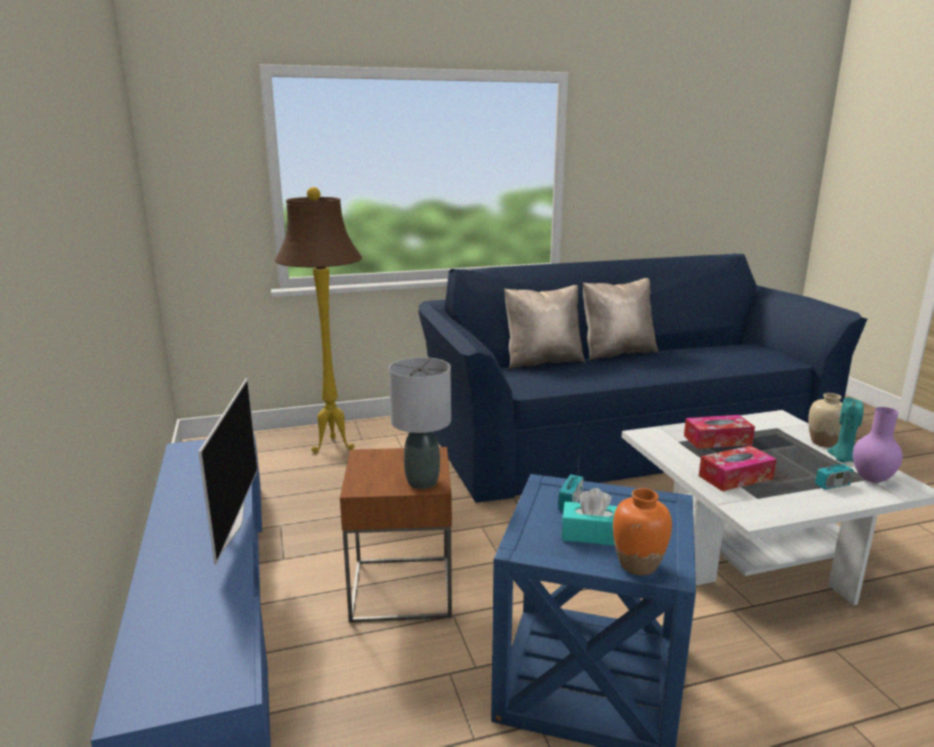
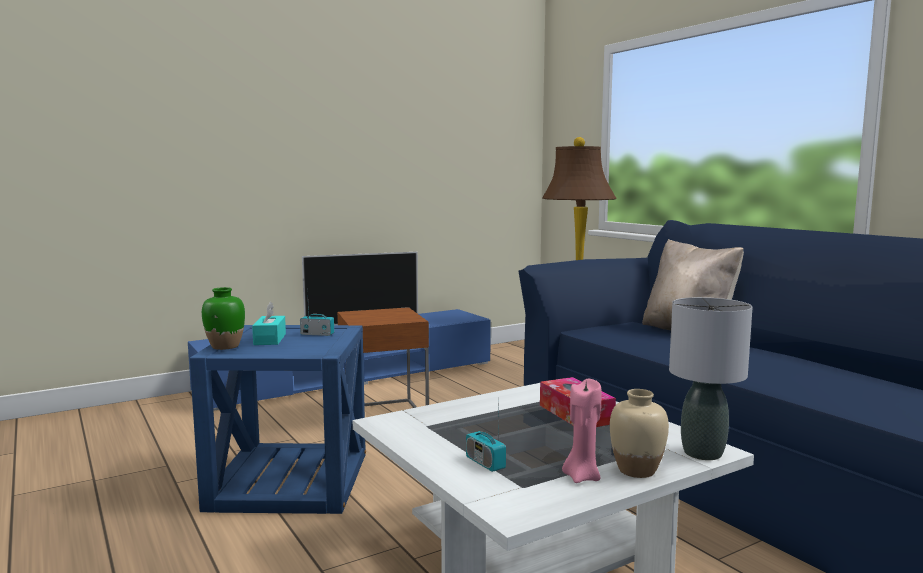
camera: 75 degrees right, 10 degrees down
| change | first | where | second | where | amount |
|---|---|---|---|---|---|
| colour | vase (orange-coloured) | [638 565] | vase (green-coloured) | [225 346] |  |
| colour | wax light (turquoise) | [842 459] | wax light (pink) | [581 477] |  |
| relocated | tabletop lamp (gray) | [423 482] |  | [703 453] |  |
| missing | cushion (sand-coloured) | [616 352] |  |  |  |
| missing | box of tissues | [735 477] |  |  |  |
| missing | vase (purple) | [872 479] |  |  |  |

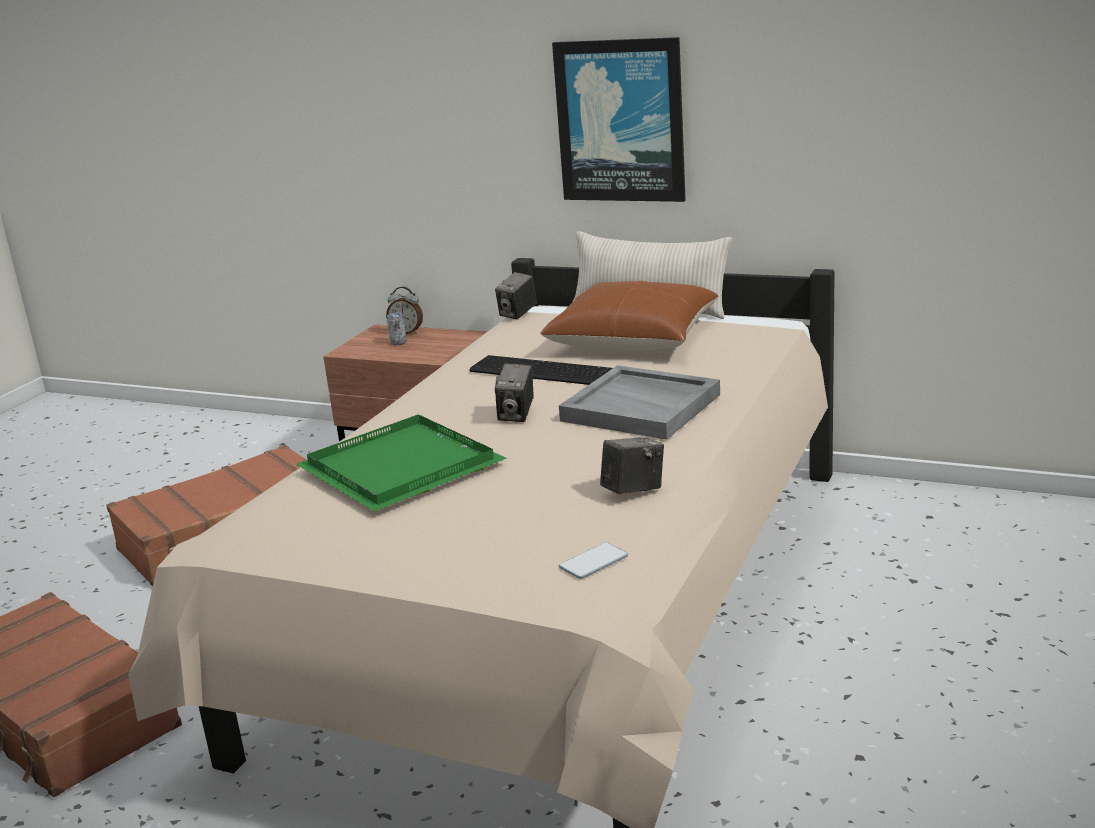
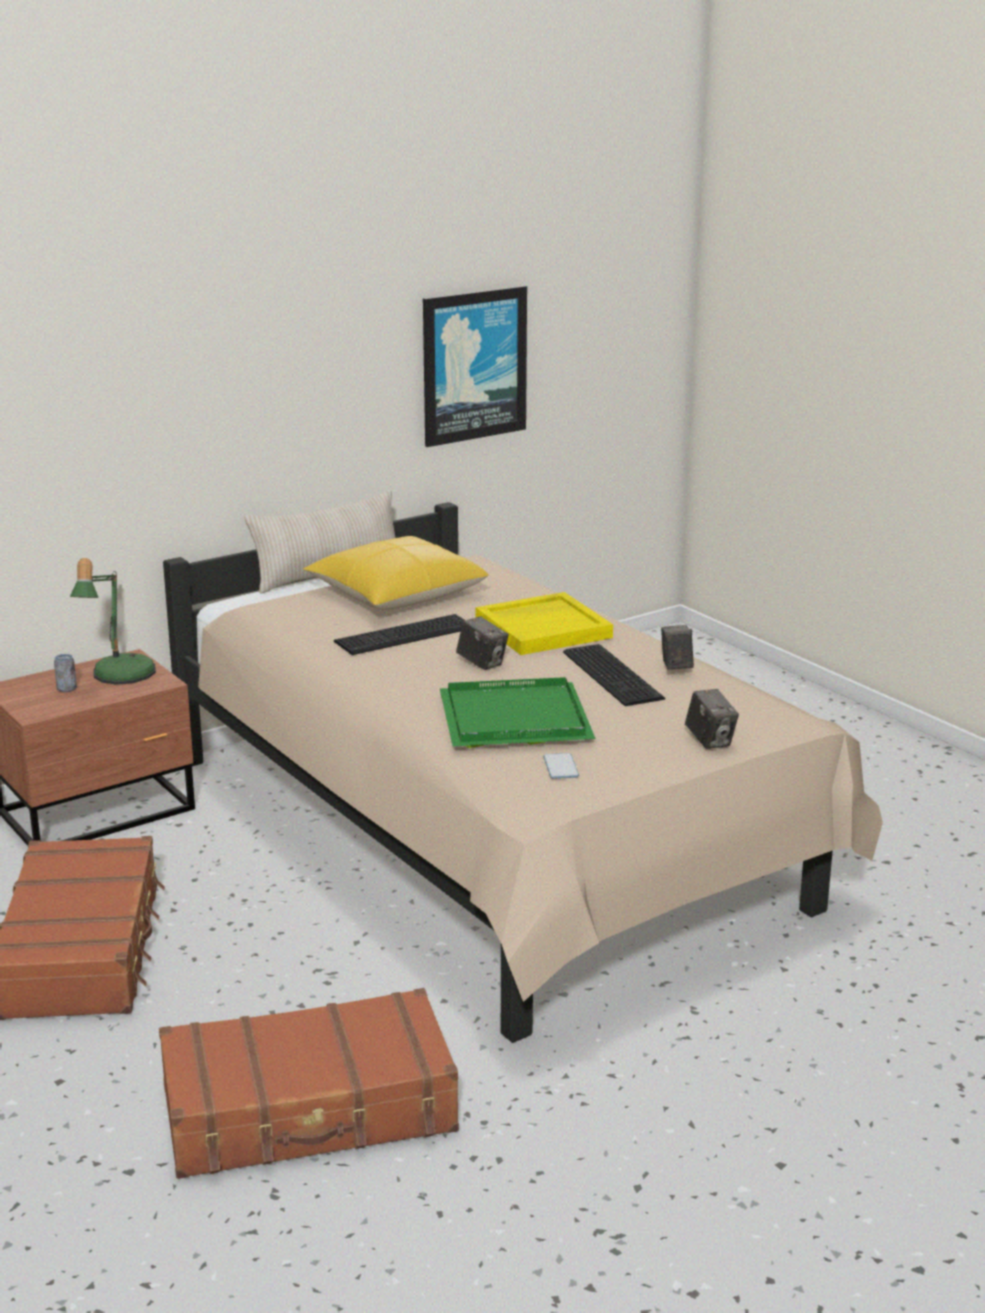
camera: 60 degrees left, 0 degrees up
| change | first | where | second | where | amount |
|---|---|---|---|---|---|
| appeared |  |  | tabletop lamp | [119 677] |  |
| colour | cushion (brownish) | [633 338] | cushion (yellow) | [396 594] |  |
| relocated | wall picture | [620 121] |  | [473 365] |  |
| colour | serving tray (gray) | [642 407] | serving tray (yellow) | [543 628] |  |
| relocated | phone | [593 562] |  | [560 767] |  |
| appeared |  |  | keyboard | [614 674] |  |
| relocated | photo camera | [518 314] |  | [710 741] |  |
| missing | alarm clock | [407 332] |  |  |  |

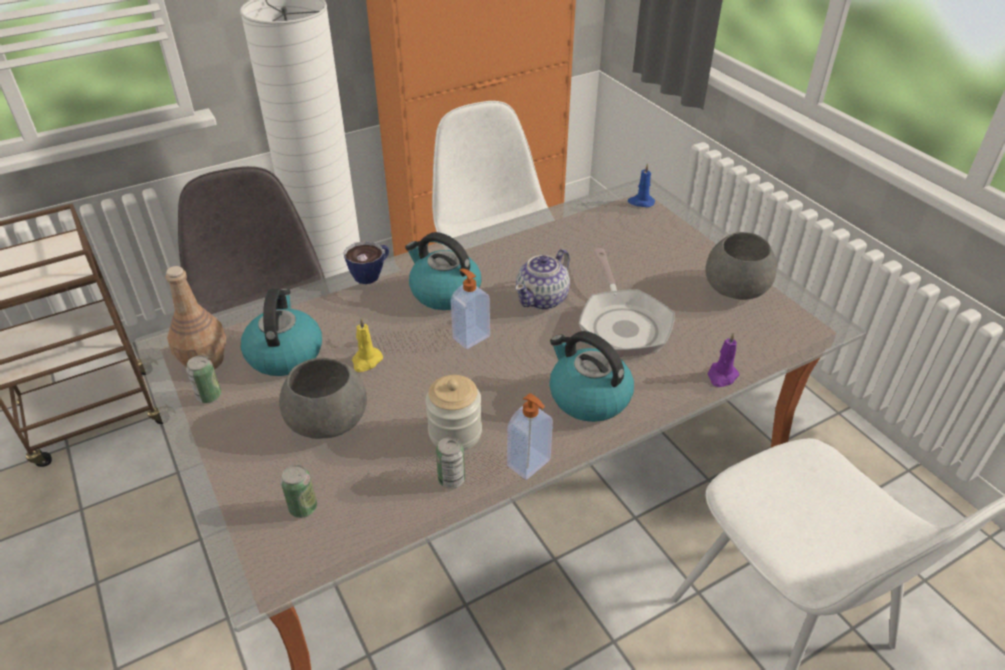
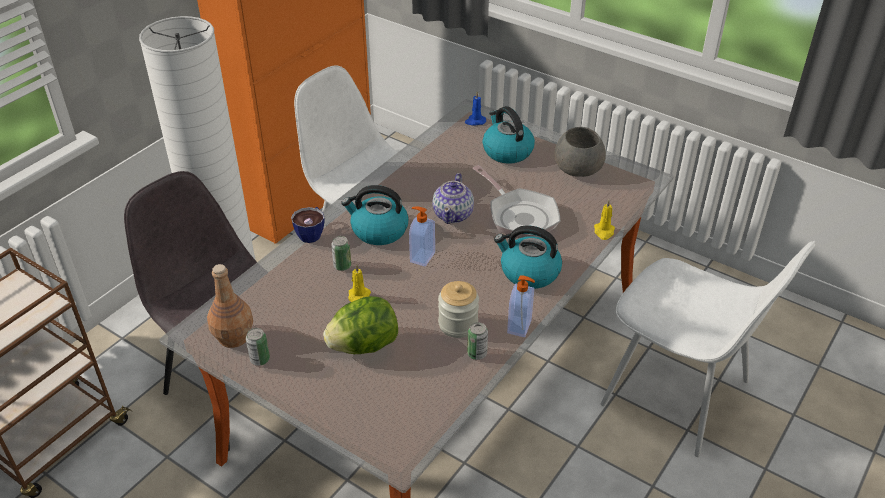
camera: 25 degrees left, 0 degrees up
| change | first | where | second | where | amount |
|---|---|---|---|---|---|
| exchanged | serving bowl (gray) | [329 420] | lettuce head | [364 345] |  |
| relocated | metal can | [303 508] |  | [342 266] |  |
| relocated | kettle | [284 353] |  | [507 151] |  |
| colour | wax light (purple) | [721 376] | wax light (yellow) | [604 232] |  |

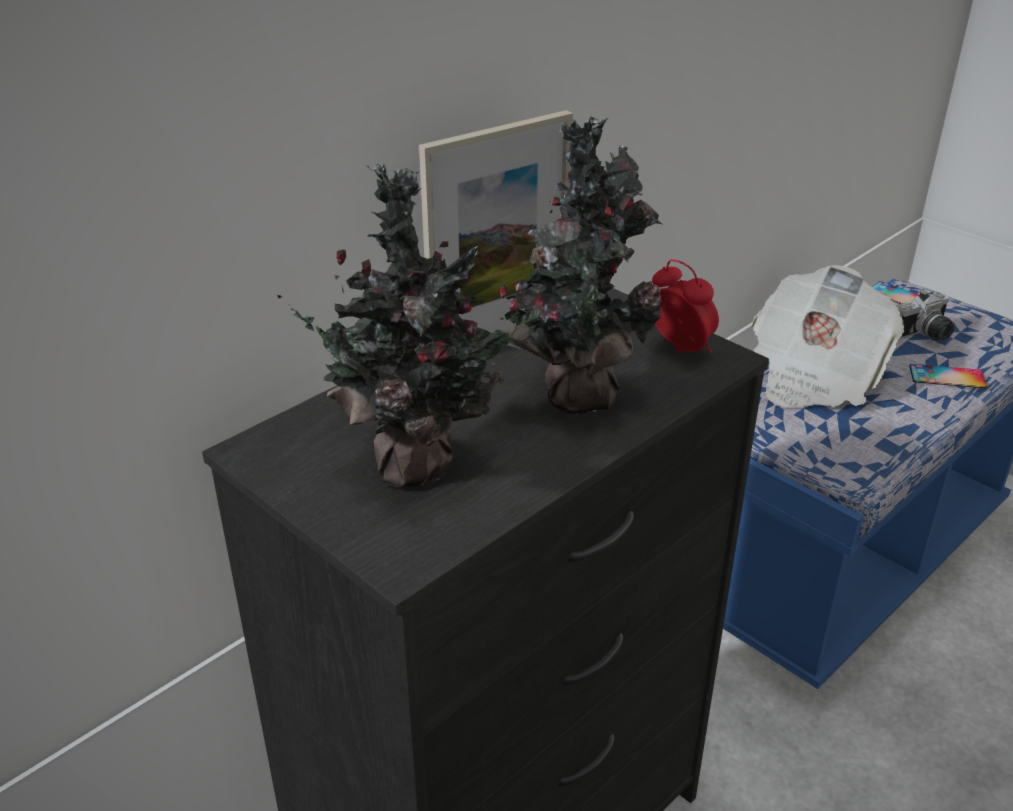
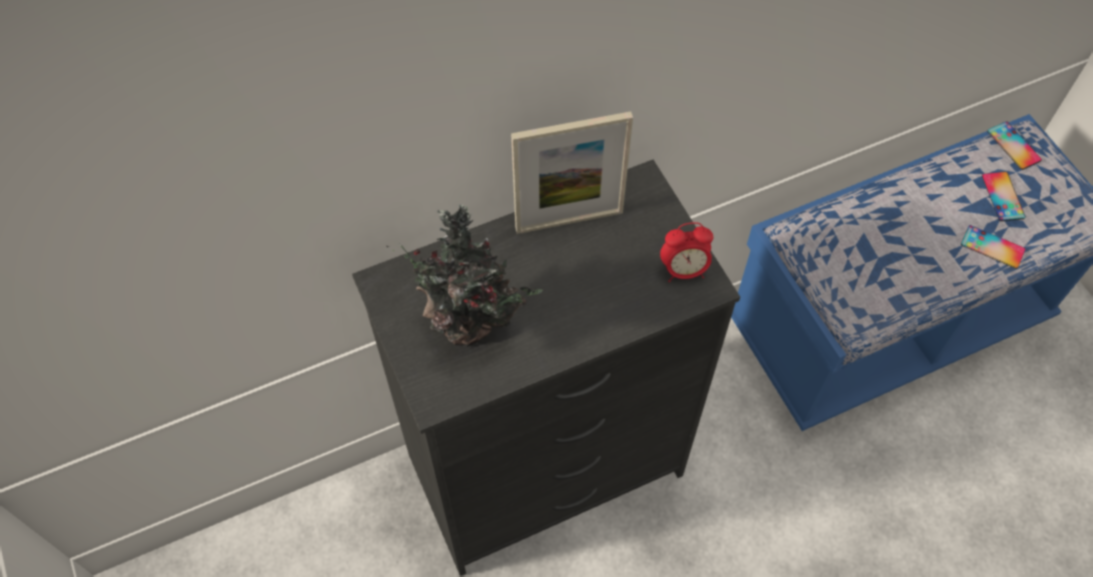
camera: 20 degrees right, 25 degrees up
| change | first | where | second | where | amount |
|---|---|---|---|---|---|
| spun | alarm clock | [680 350] |  | [684 270] | 105 degrees clockwise |
| exchanged | photo camera | [924 336] | phone | [1003 196] |  |
| missing | potted plant | [576 393] |  |  |  |
| missing | printed paper | [814 373] |  |  |  |

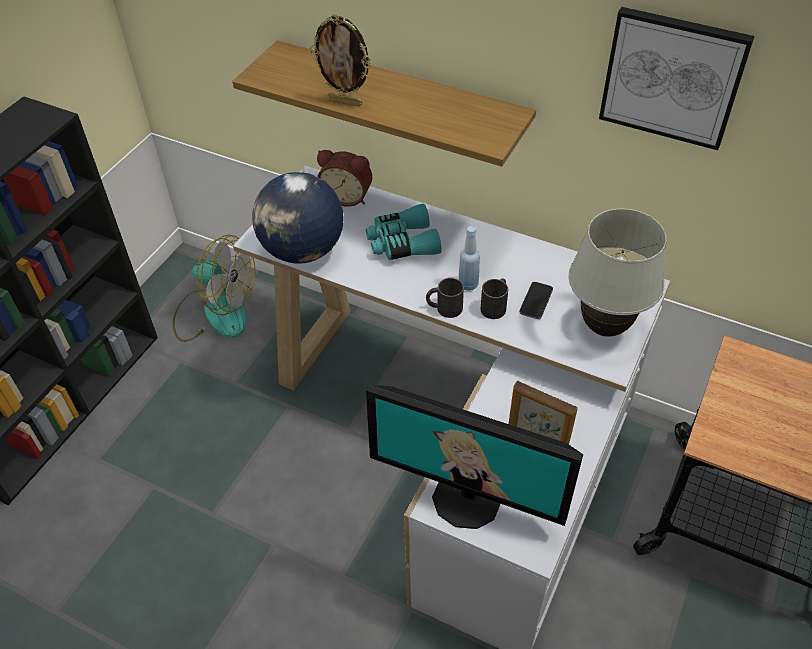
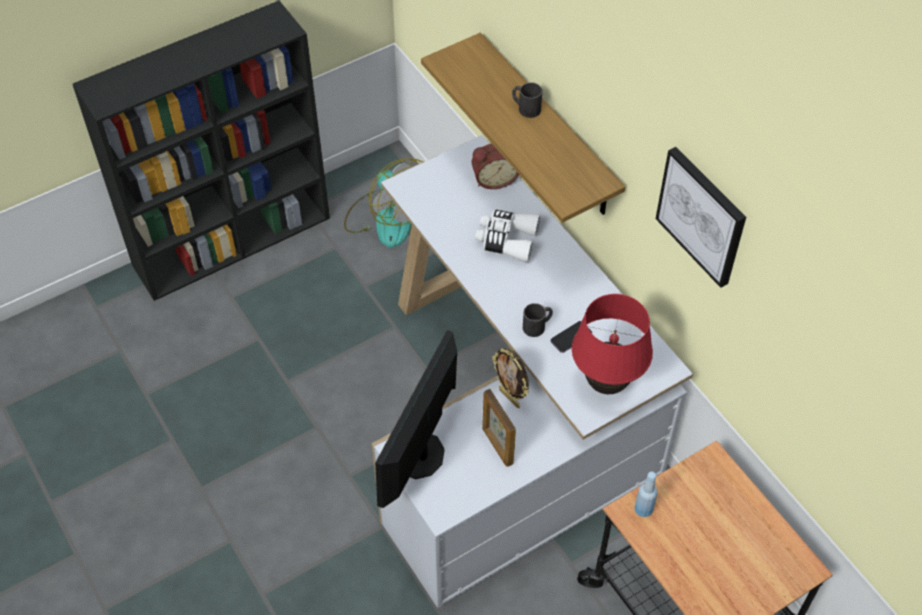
camera: 30 degrees right, 5 degrees up
| change | first | where | second | where | amount |
|---|---|---|---|---|---|
| spun | computer screen | [467 499] |  | [420 456] | 60 degrees clockwise |
| spun | alarm clock | [347 196] |  | [494 179] | 60 degrees counterclockwise |
| colour | field glasses (turquoise) | [402 243] | field glasses (white-coloured) | [506 240] |  |
| relocated | picture frame | [345 102] |  | [510 397] |  |
| relocated | mug (blackish) | [444 308] |  | [525 107] |  |
| colour | tabletop lamp (white-coloured) | [604 327] | tabletop lamp (red-coloured) | [605 384] |  |
| relocated | bottle (blue-coloured) | [468 284] |  | [643 509] |  |
| missing | world globe | [302 251] |  |  |  |

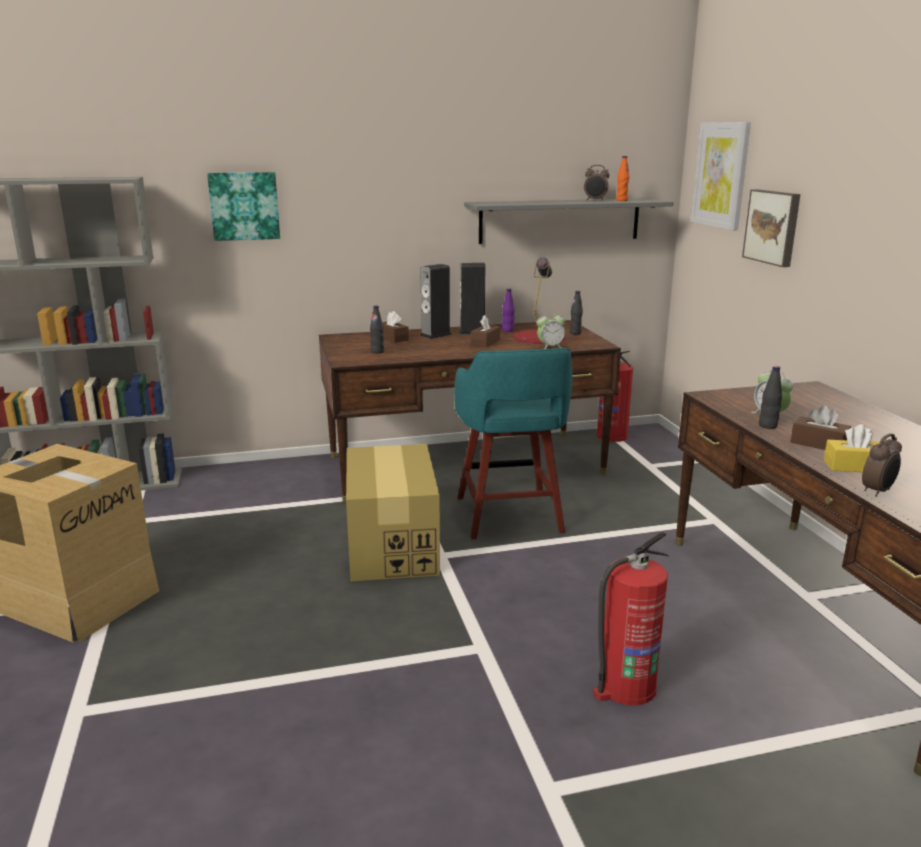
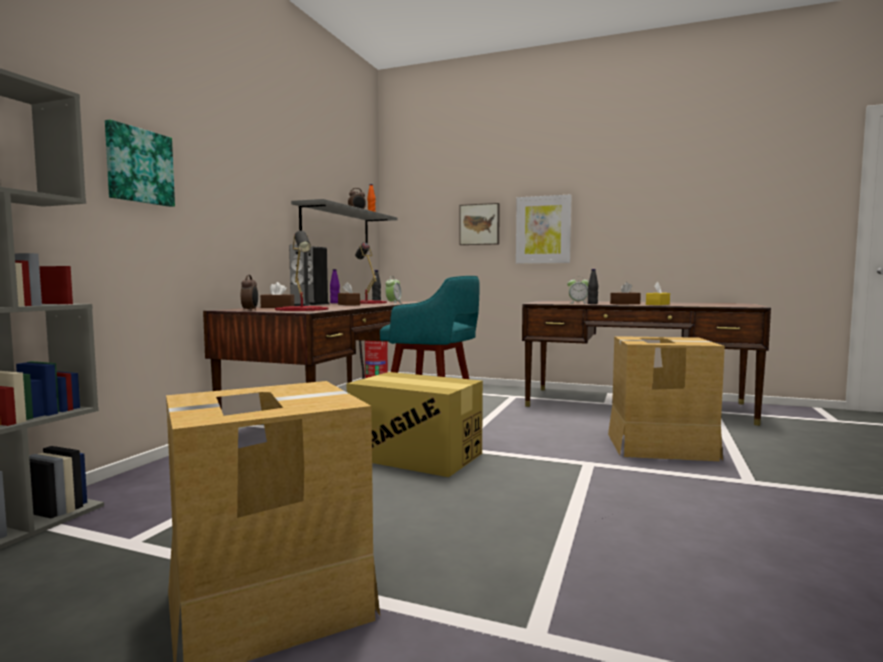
camera: 55 degrees left, 15 degrees down
| change | first | where | second | where | amount |
|---|---|---|---|---|---|
| relocated | alarm clock | [878 491] |  | [250 310] |  |
| exchanged | bottle (blackish) | [377 352] | tabletop lamp (red-coloured) | [302 309] |  |
| relocated | wall picture | [721 175] |  | [543 230] |  |
| exchanged | fire-fighting cylinder | [625 687] | cardboard box | [660 446] |  |

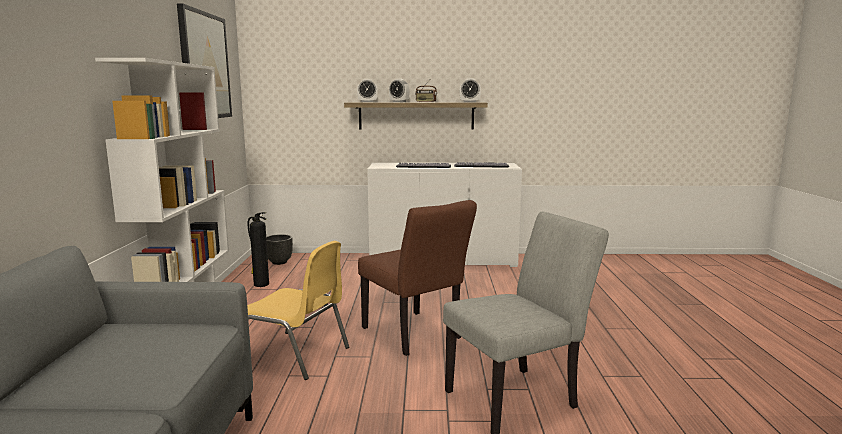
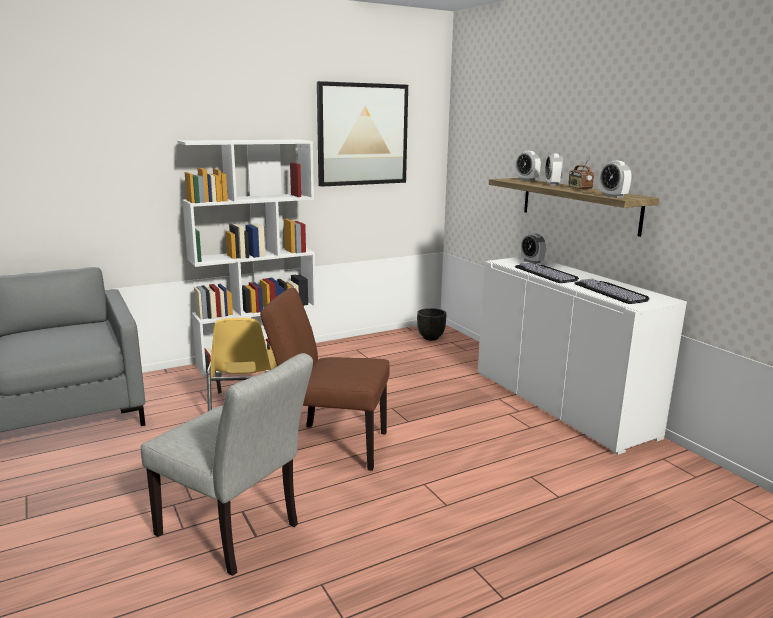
camera: 60 degrees right, 5 degrees up
| change | first | where | second | where | amount |
|---|---|---|---|---|---|
| spun | upright chair (brownish) | [415 335] |  | [329 445] | 75 degrees clockwise |
| appeared |  |  | alarm clock | [532 261] |  |
| missing | fire-fighting cylinder | [260 284] |  |  |  |

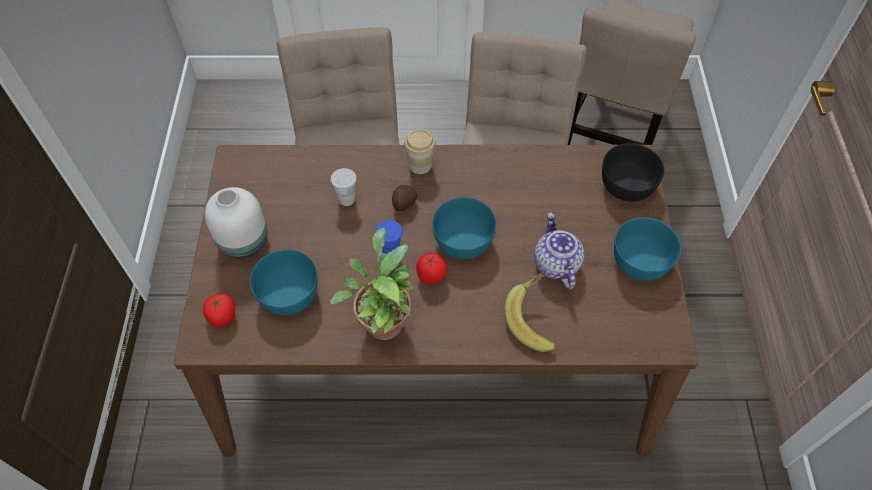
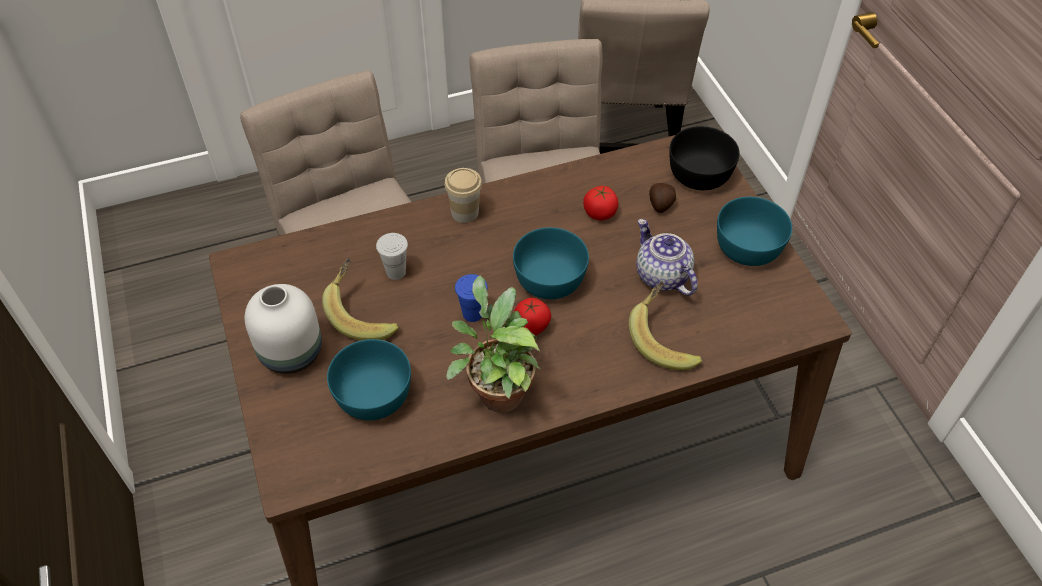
camera: 20 degrees left, 5 degrees down
| change | first | where | second | where | amount |
|---|---|---|---|---|---|
| appeared |  |  | banana | [364 313] |  |
| relocated | tomato | [222 316] |  | [600 213] |  |
| relocated | whole potato | [403 204] |  | [660 205] |  |

